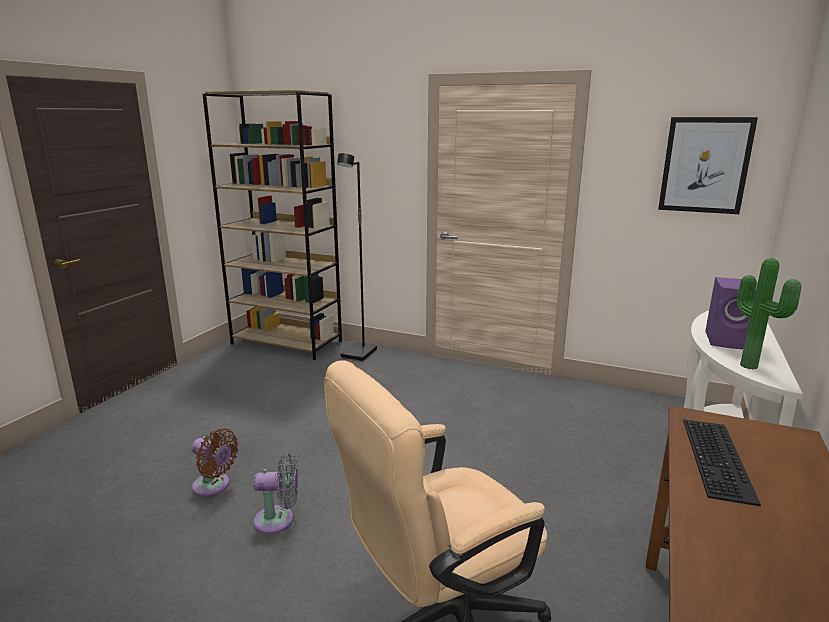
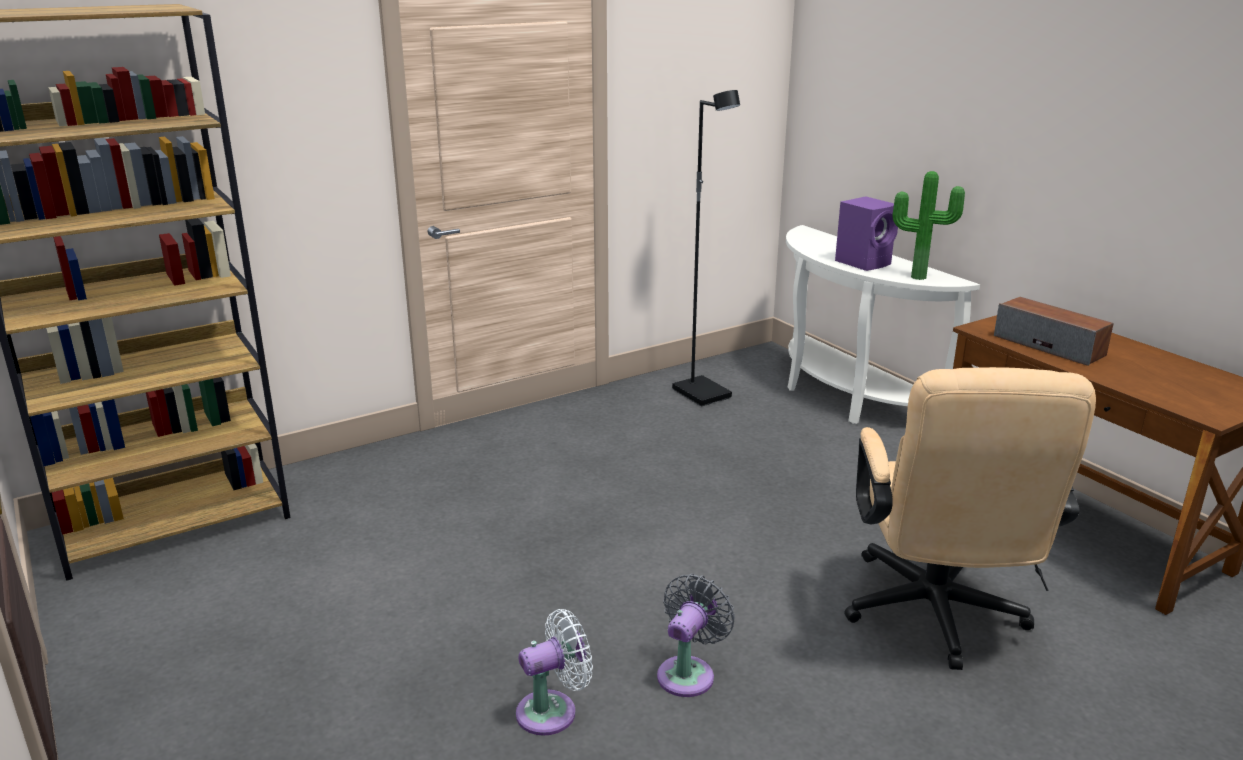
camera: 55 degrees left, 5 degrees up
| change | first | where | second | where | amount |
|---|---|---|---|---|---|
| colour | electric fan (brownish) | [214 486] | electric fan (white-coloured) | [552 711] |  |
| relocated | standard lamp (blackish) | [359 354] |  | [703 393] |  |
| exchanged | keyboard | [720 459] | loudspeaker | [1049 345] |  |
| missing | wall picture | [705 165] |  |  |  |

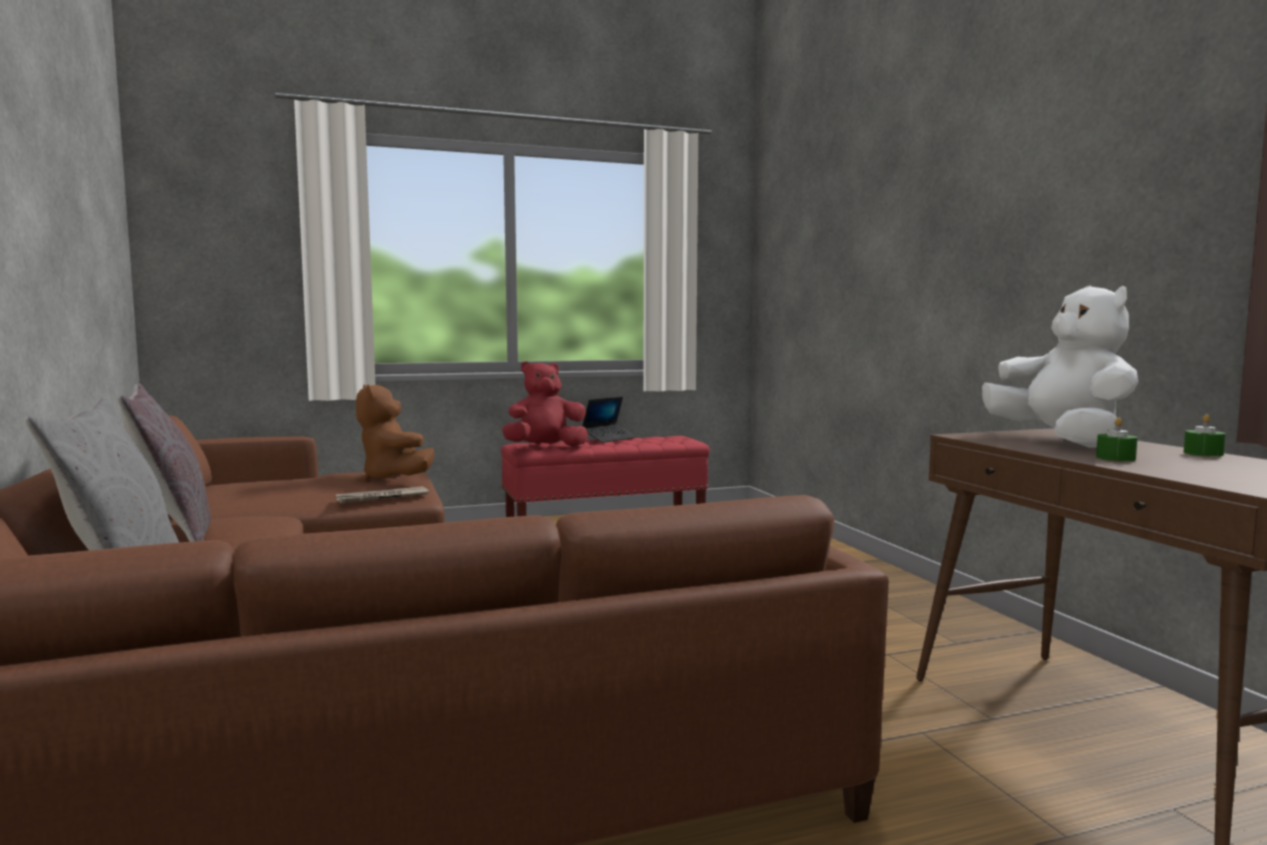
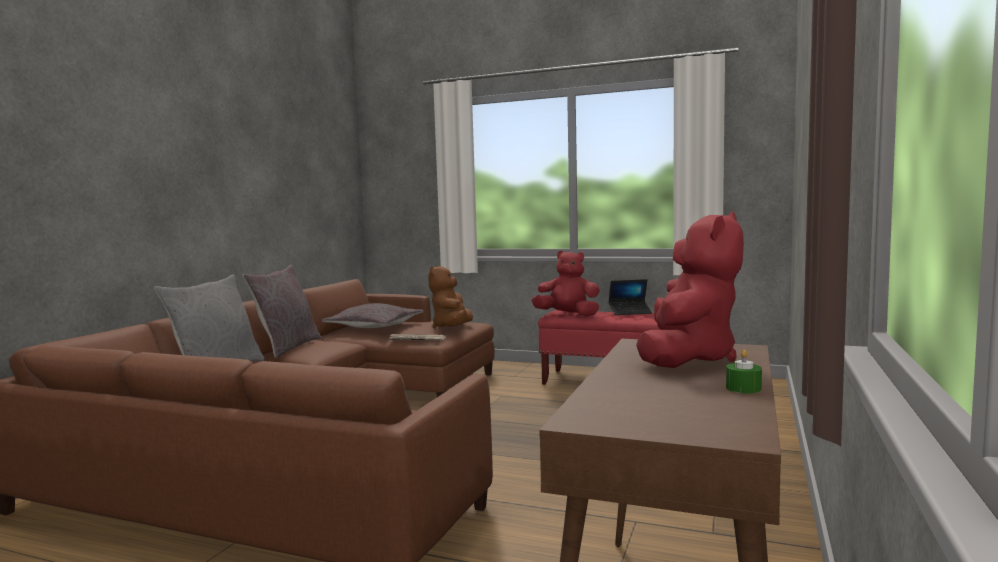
camera: 40 degrees right, 0 degrees up
| change | first | where | second | where | amount |
|---|---|---|---|---|---|
| appeared |  |  | cushion (gray) | [374 327] |  |
| colour | cuddly toy (white-coloured) | [1062 441] | cuddly toy (red-coloured) | [687 358] |  |
| missing | wax light (green-coloured) | [1115 458] |  |  |  |

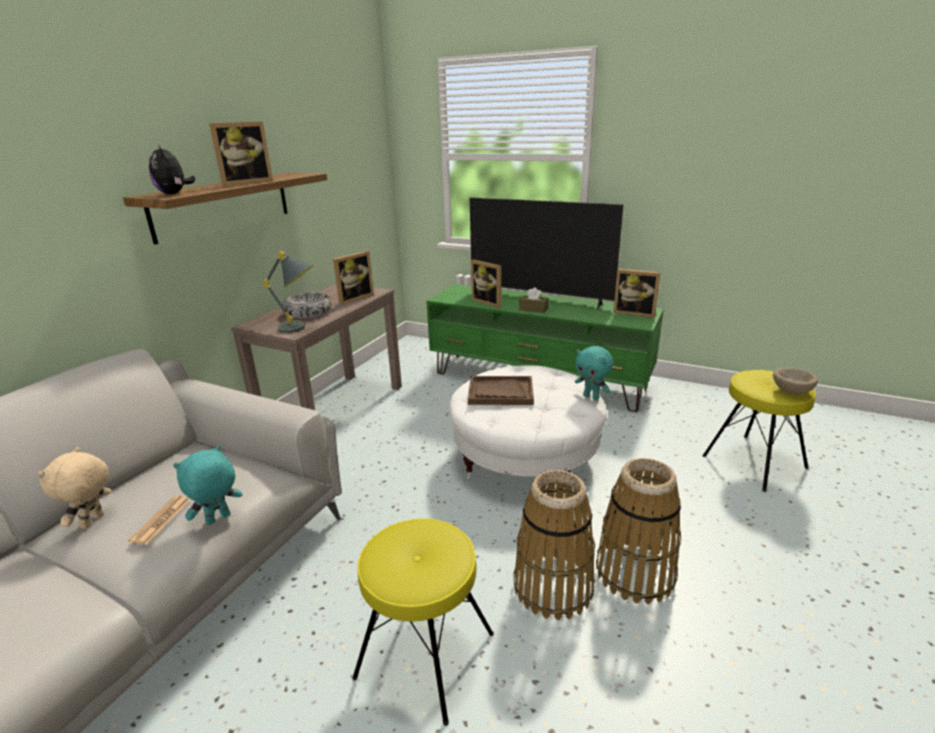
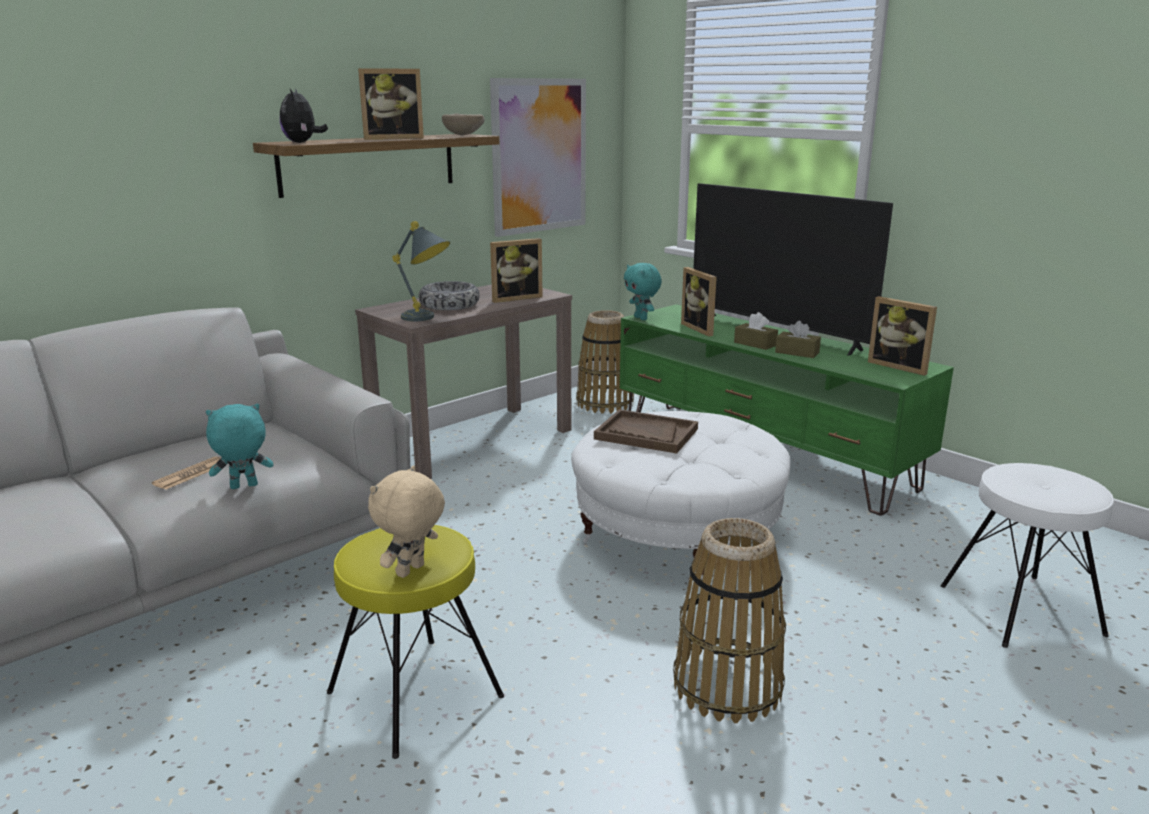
camera: 20 degrees right, 5 degrees down
| change | first | where | second | where | amount |
|---|---|---|---|---|---|
| relocated | cuddly toy (sand-coloured) | [93 521] |  | [411 571] |  |
| relocated | serving bowl (sand-coloured) | [792 391] |  | [464 135] |  |
| appeared |  |  | wall picture | [539 156] |  |
| relocated | basket | [553 586] |  | [605 403] |  |
| relocated | cuddly toy (turquoise) | [591 397] |  | [641 318] |  |
| appeared |  |  | box of tissues (brownish) | [797 352] |  |
| colour | stool (yellow) | [754 462] | stool (white-coloured) | [1021 610] |  |

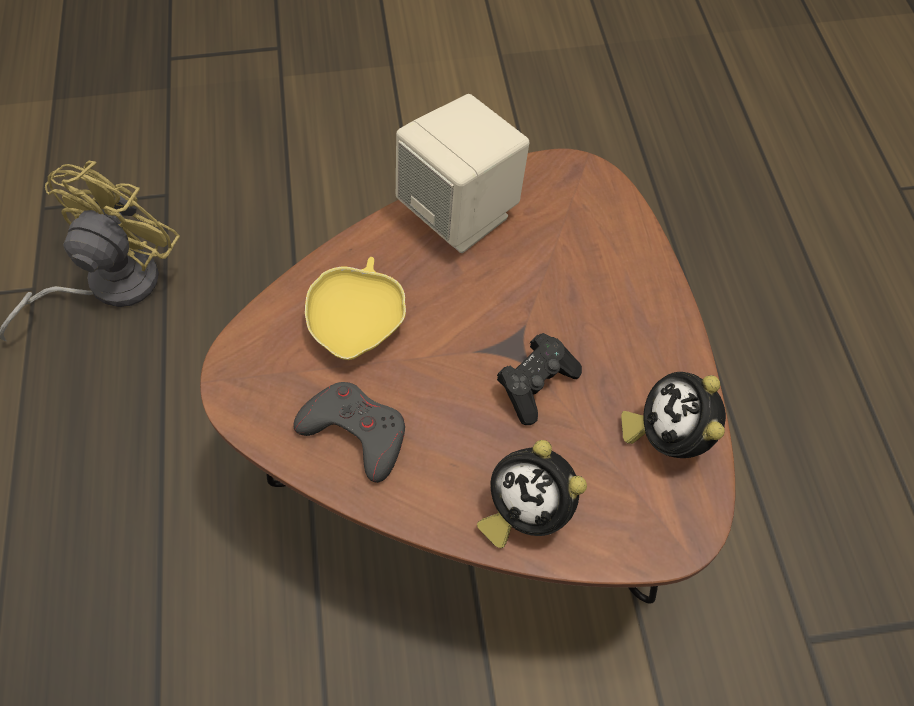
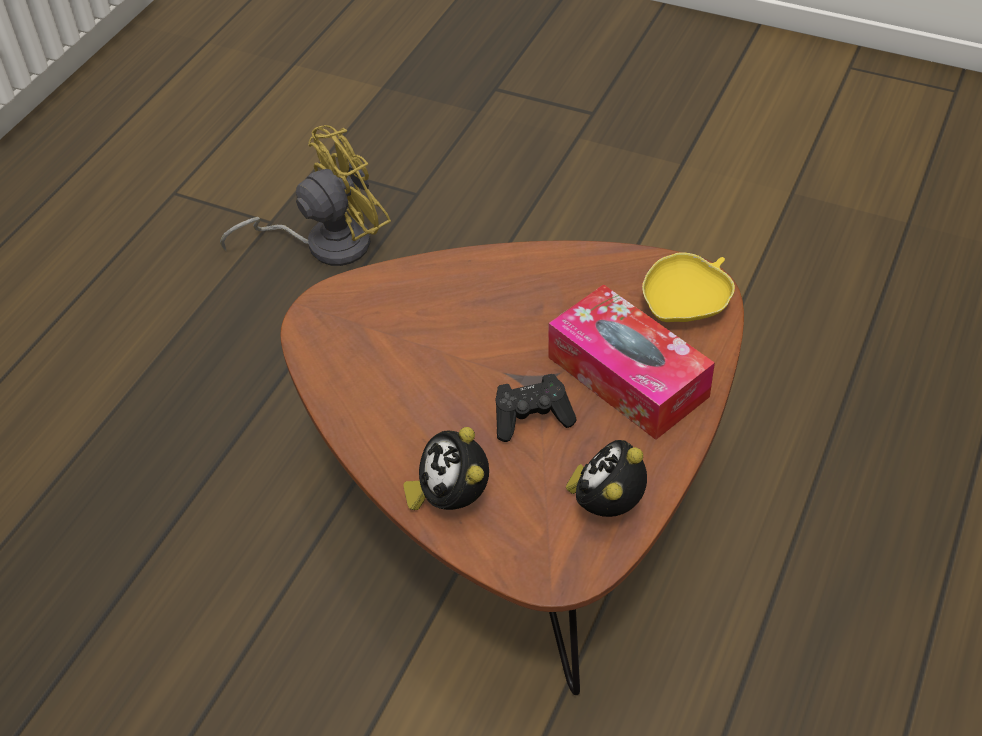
camera: 35 degrees right, 10 degrees down
| change | first | where | second | where | amount |
|---|---|---|---|---|---|
| appeared |  |  | box of tissues | [627 377] |  |
| relocated | serving bowl (yellow) | [357 323] |  | [686 304] |  |
| missing | joypad (gray) | [355 433] |  |  |  |
| missing | loudspeaker (sand-coloured) | [461 214] |  |  |  |

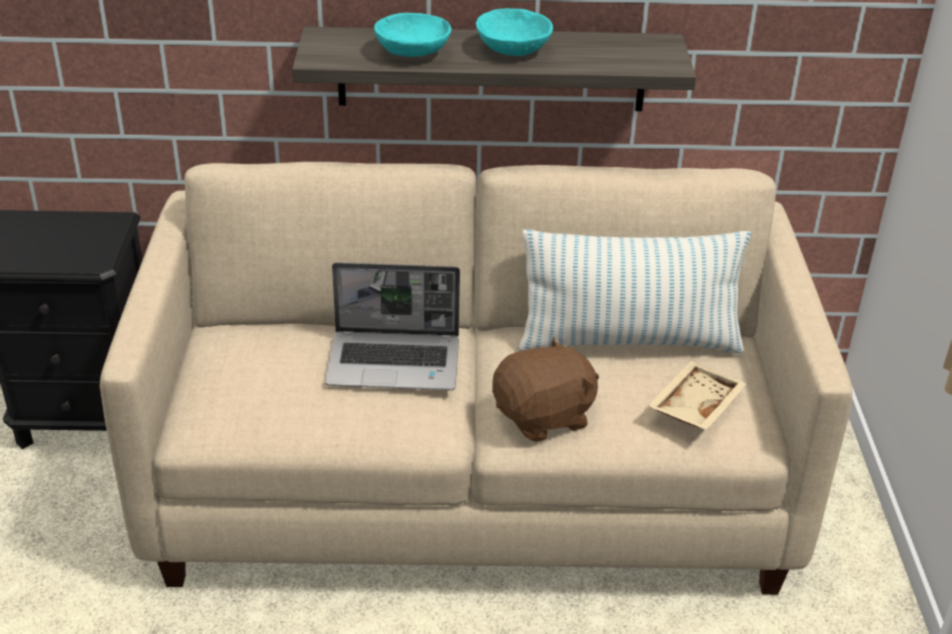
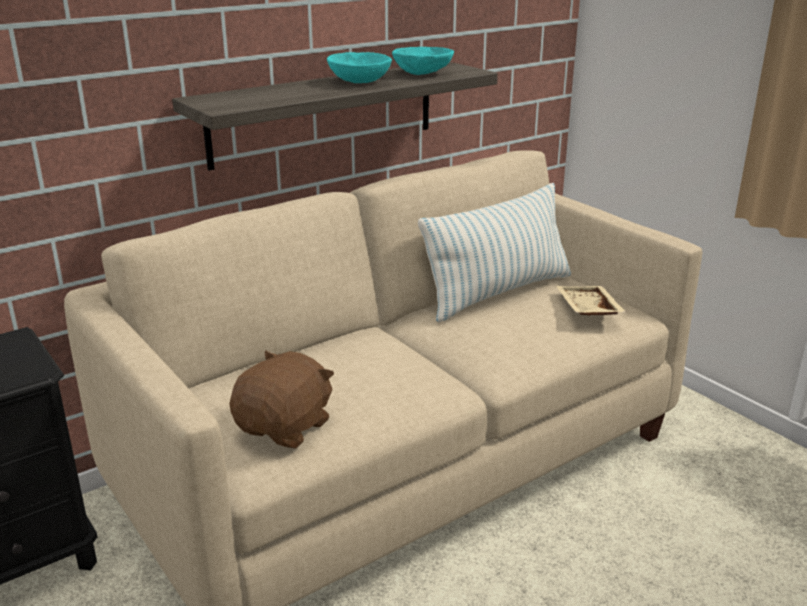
camera: 35 degrees left, 10 degrees down
| change | first | where | second | where | amount |
|---|---|---|---|---|---|
| relocated | cuddly toy (brownish) | [544 417] |  | [286 427] |  |
| relocated | serving bowl (turquoise) | [413 54] |  | [423 74] |  |
| missing | laptop | [395 362] |  |  |  |

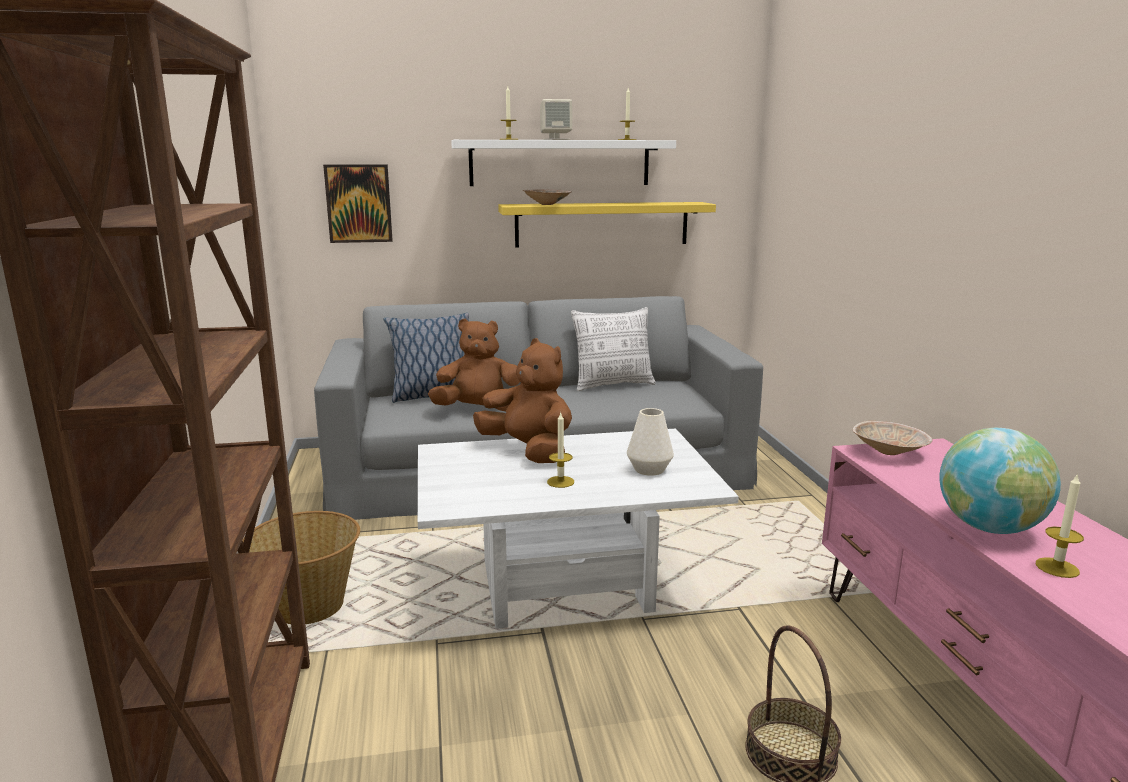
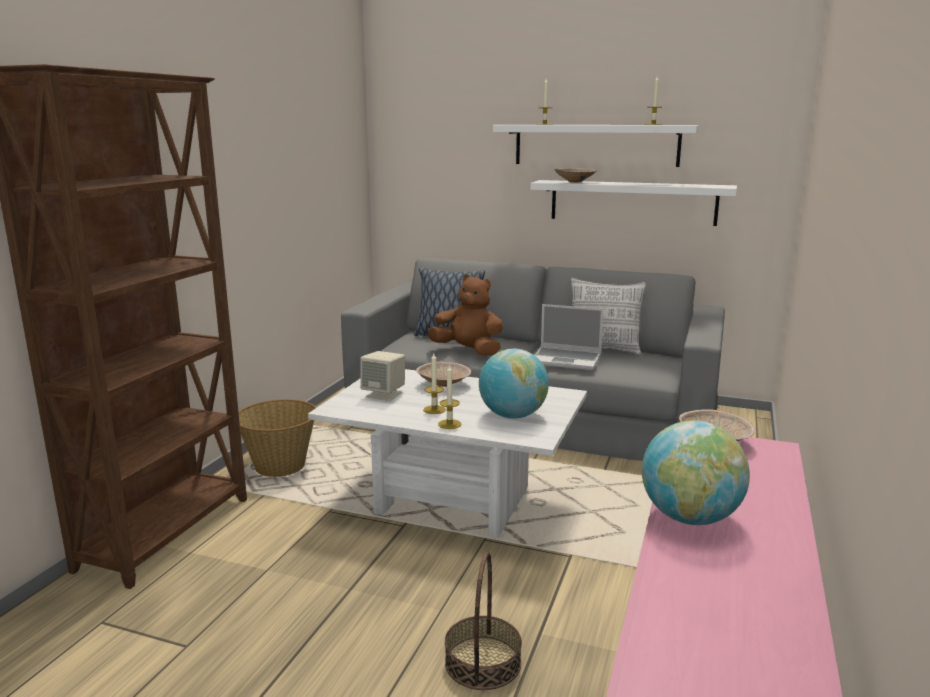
camera: 30 degrees right, 0 degrees up
| change | first | where | second | where | amount |
|---|---|---|---|---|---|
| relocated | loudspeaker (sand-coloured) | [556 139] |  | [384 394] |  |
| exchanged | cuddly toy (brownish) | [528 451] | serving bowl (sand-coloured) | [444 385] |  |
| relocated | wax light | [1057 567] |  | [449 424] |  |
| exchanged | vase (white-coloured) | [649 469] | world globe | [513 416] |  |
| colour | wall shelf (yellow) | [602 224] | wall shelf (white-coloured) | [632 202] |  |
| appeared |  |  | laptop | [567 360] |  |
| missing | wall picture | [358 203] |  |  |  |

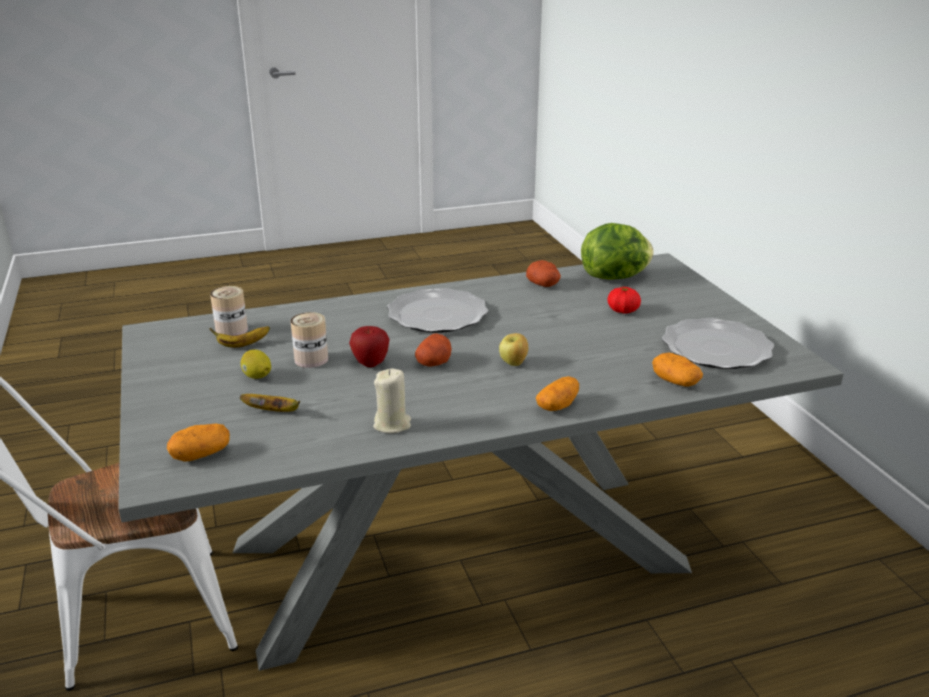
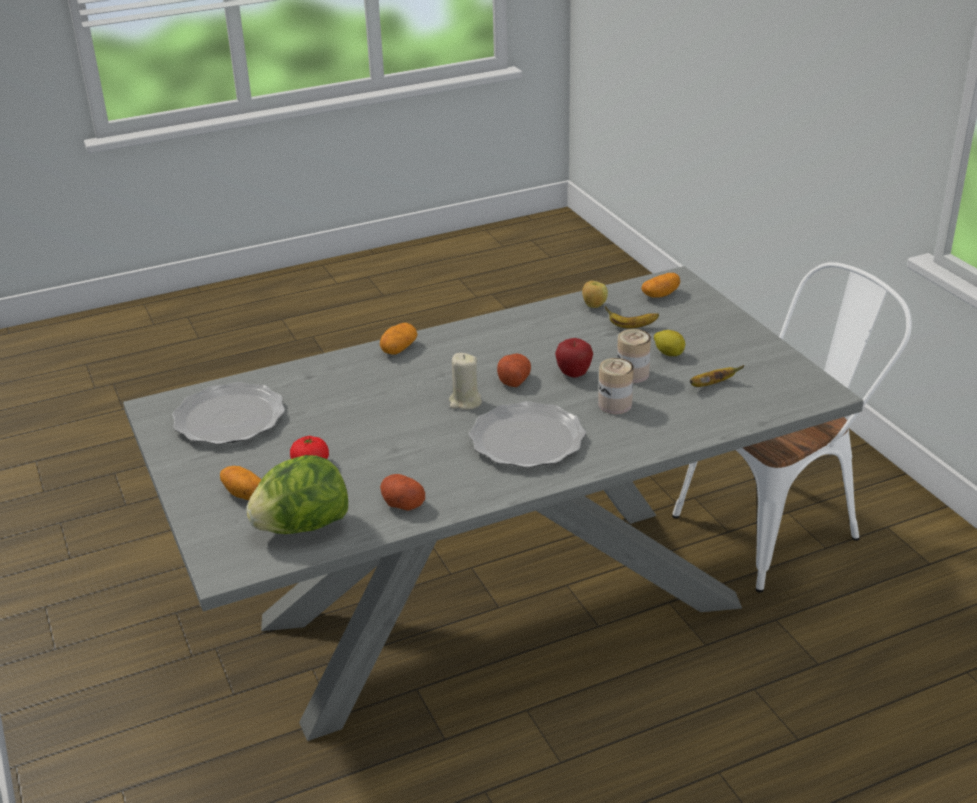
camera: 175 degrees right, 5 degrees up
| change | first | where | second | where | amount |
|---|---|---|---|---|---|
| relocated | whole potato | [675 382] |  | [245 494] |  |
| relocated | wax light (sand-coloured) | [392 424] |  | [465 402] |  |
| relocated | whole apple | [514 363] |  | [594 306] |  |
| relocated | metal can | [231 330] |  | [615 404] |  |

